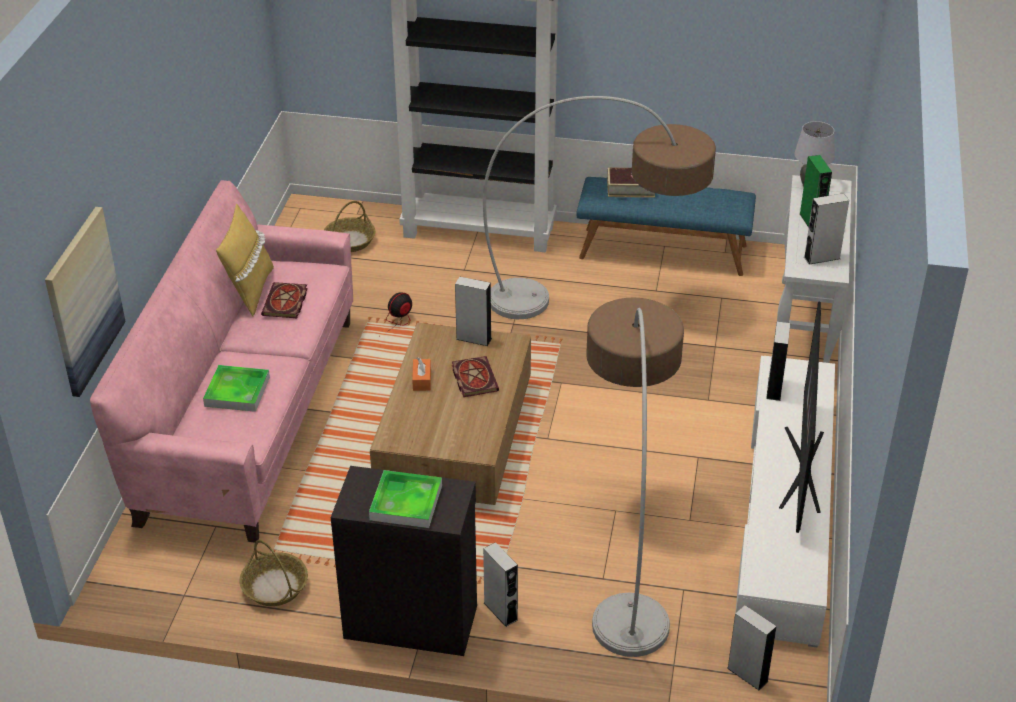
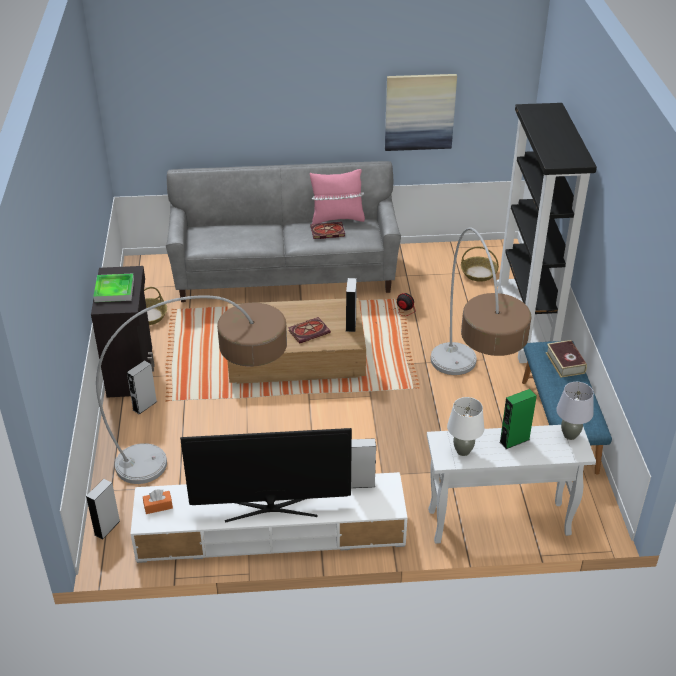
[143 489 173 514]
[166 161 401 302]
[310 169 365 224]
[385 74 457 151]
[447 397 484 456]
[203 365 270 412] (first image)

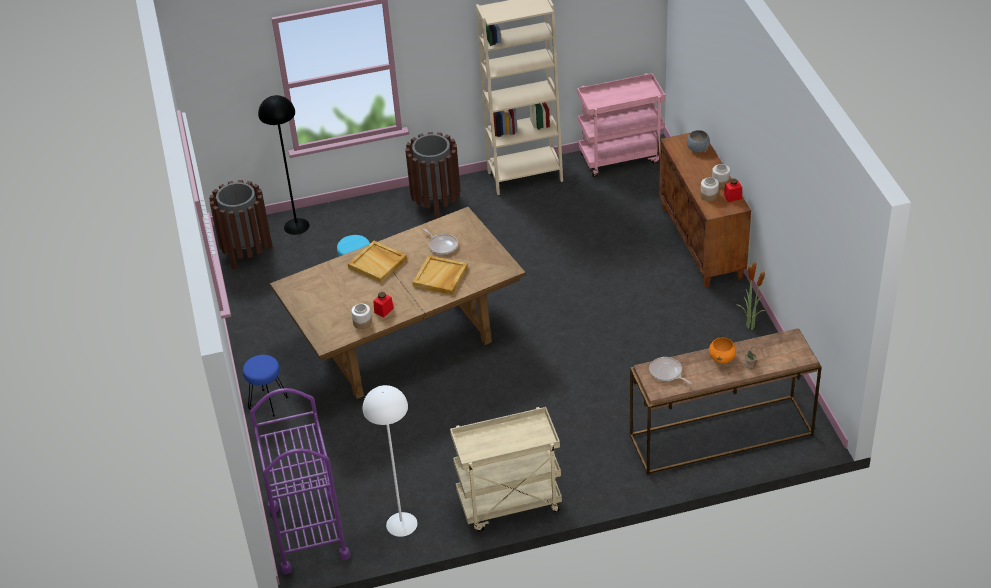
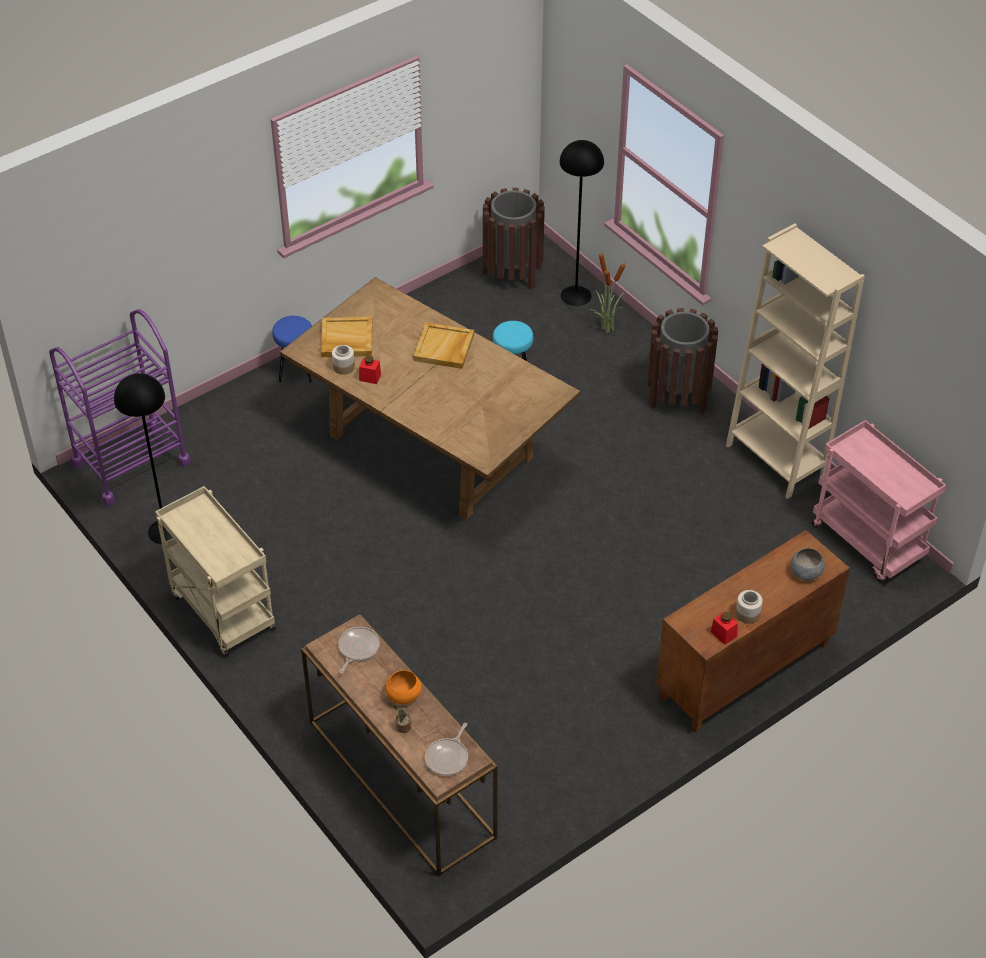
[114 373 173 544]
[321 317 372 357]
[425 723 468 776]
[590 252 626 333]
[700 177 719 201] (first image)

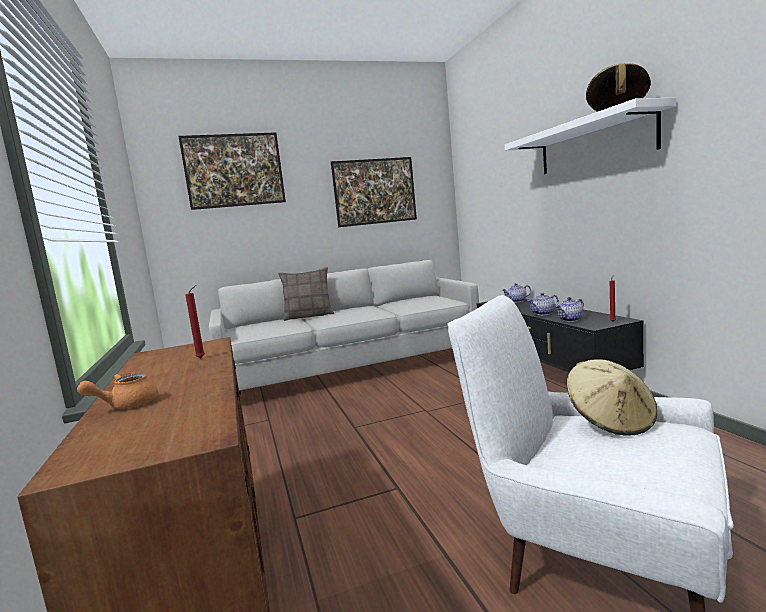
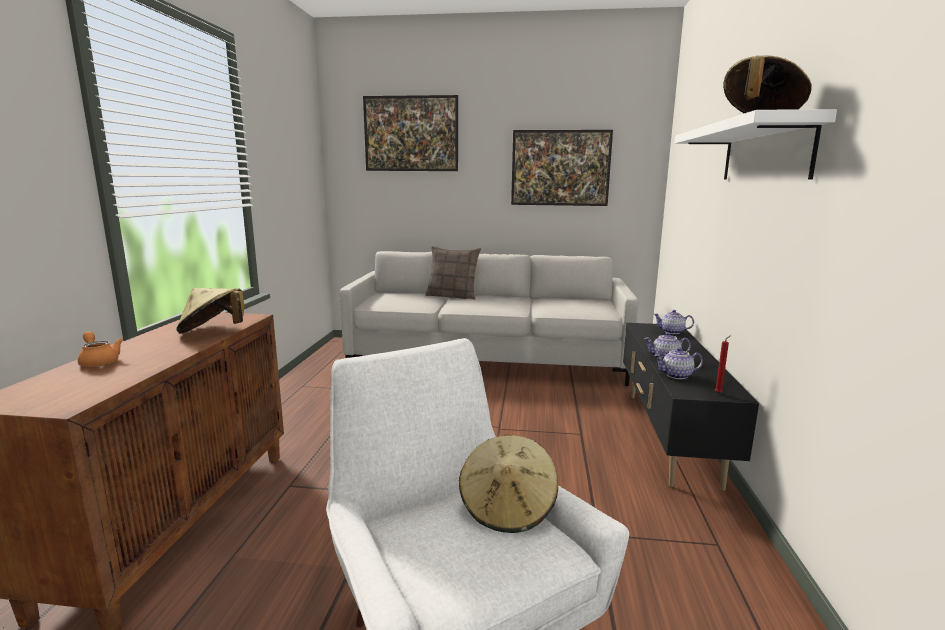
[78 331 123 367]
[176 288 244 333]

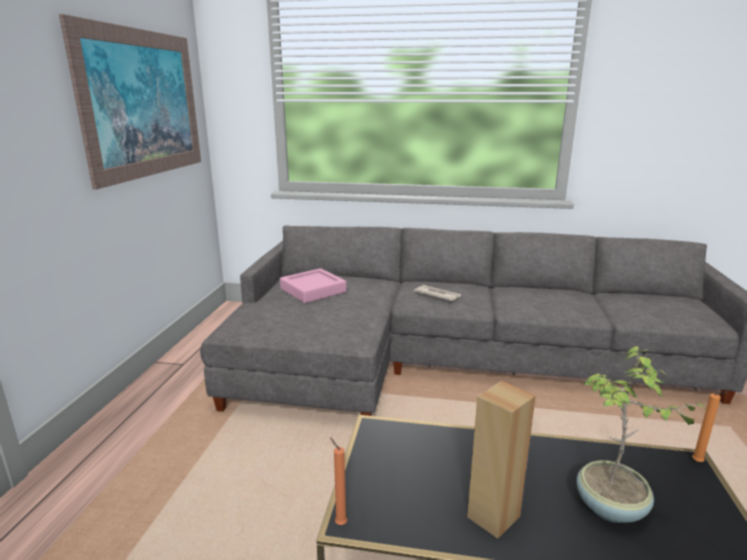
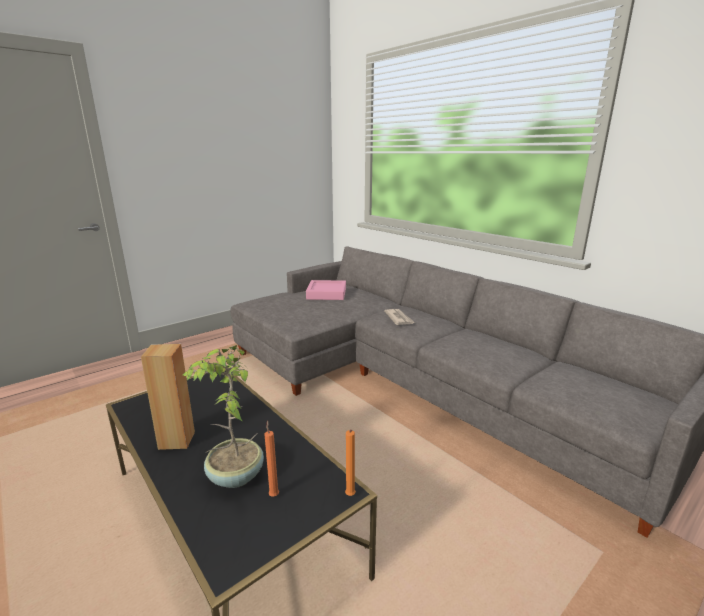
[264 421 279 497]
[59 14 201 190] (first image)

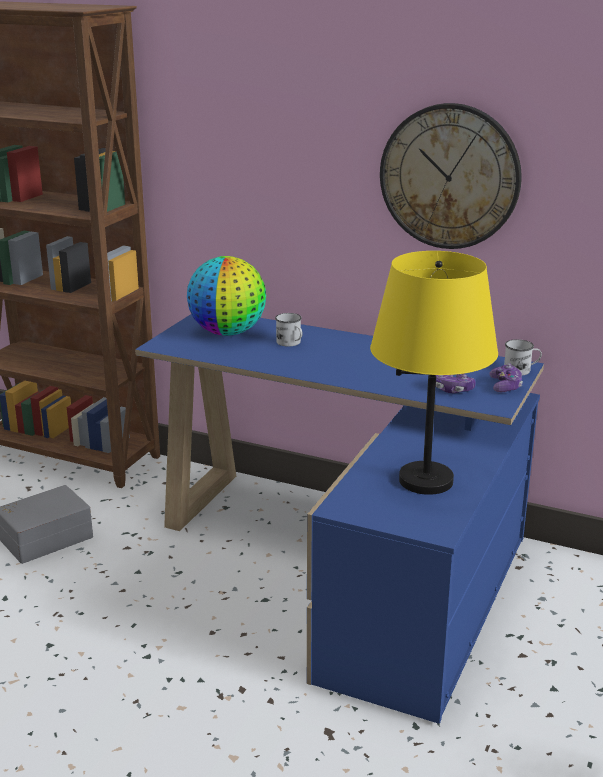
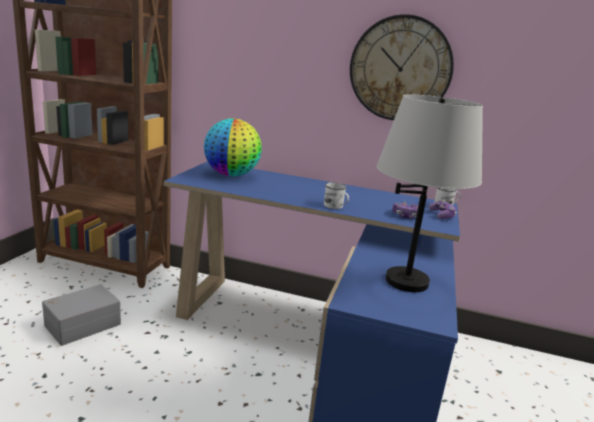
[324 183 349 209]
[377 95 483 292]

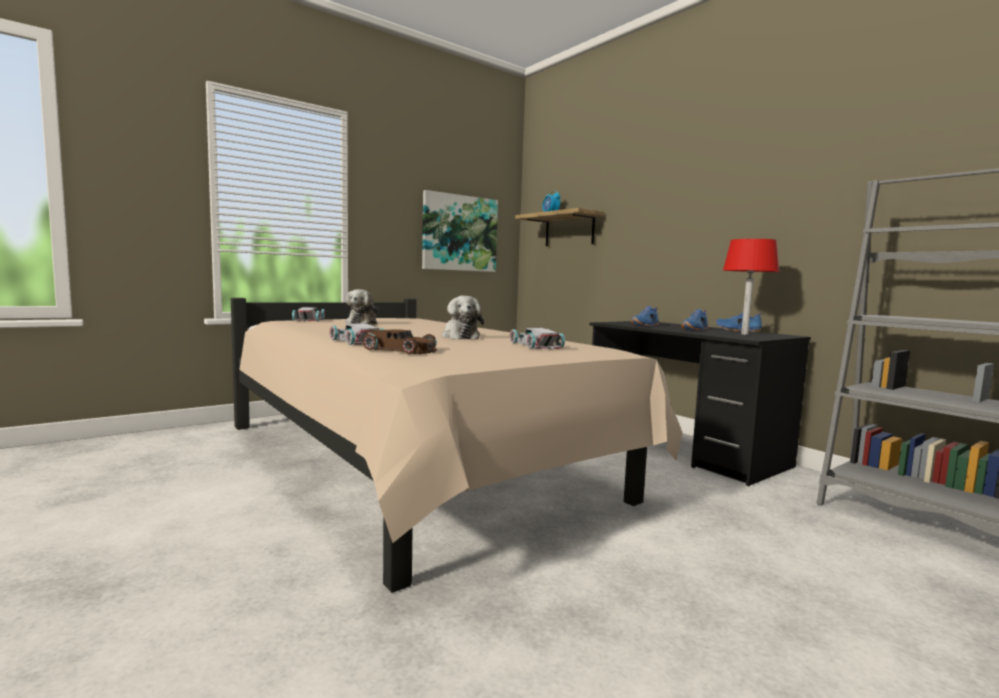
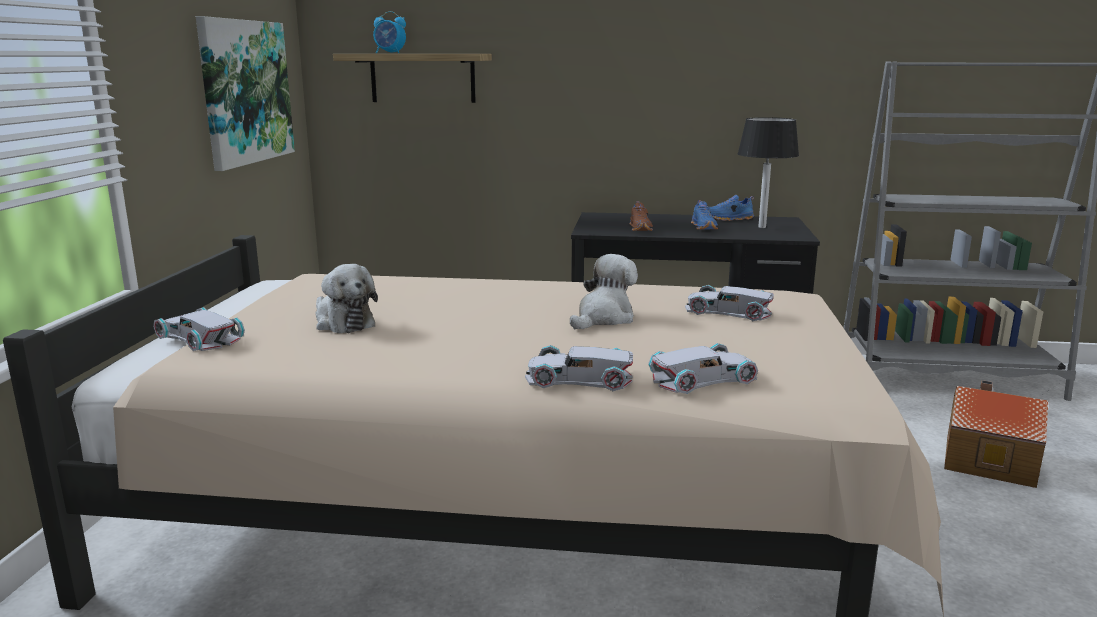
[570 254 638 329]
[629 201 653 231]
[648 343 758 394]
[738 117 799 228]
[944 380 1048 488]

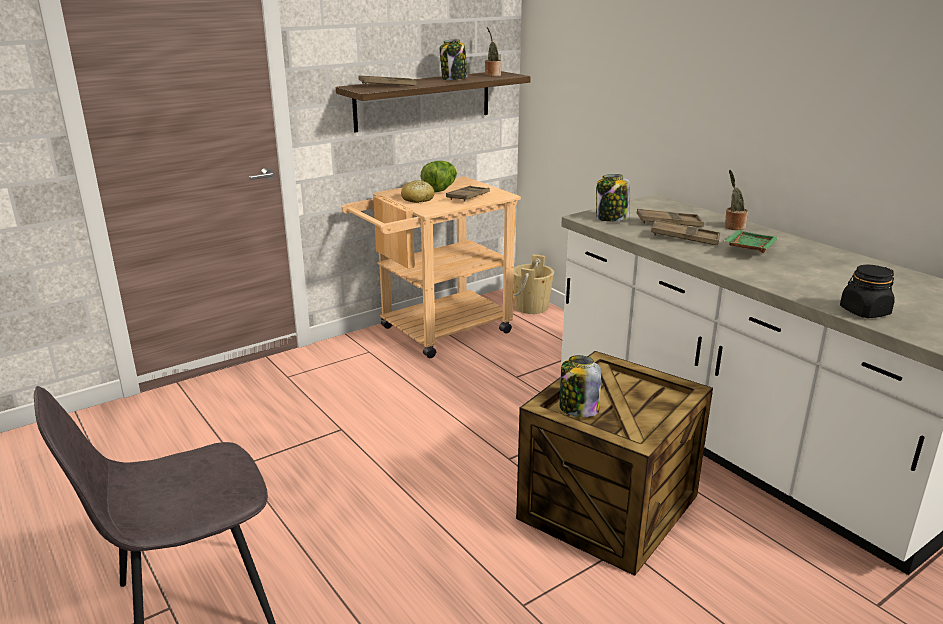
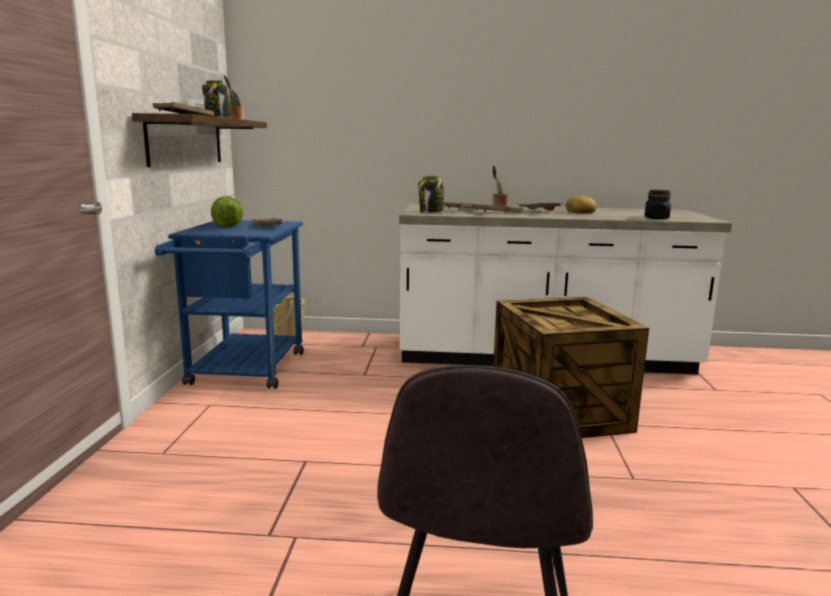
[155 220 304 389]
[565 195 597 213]
[560 355 601 417] (first image)

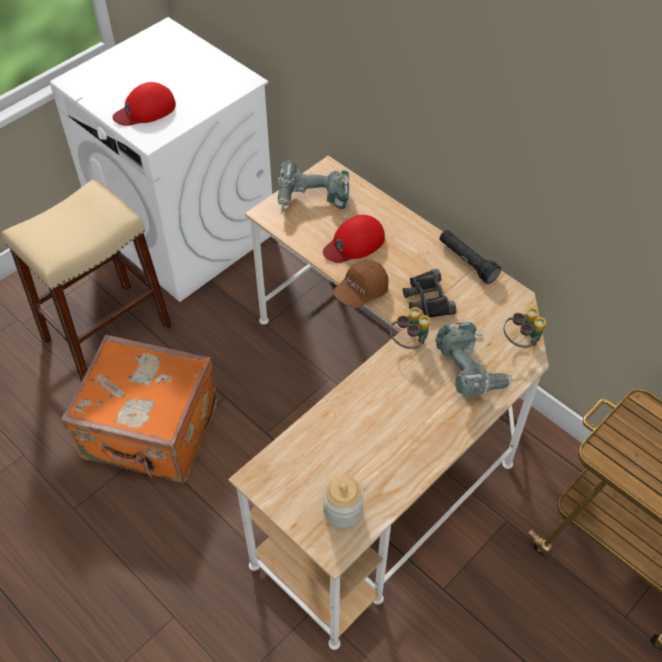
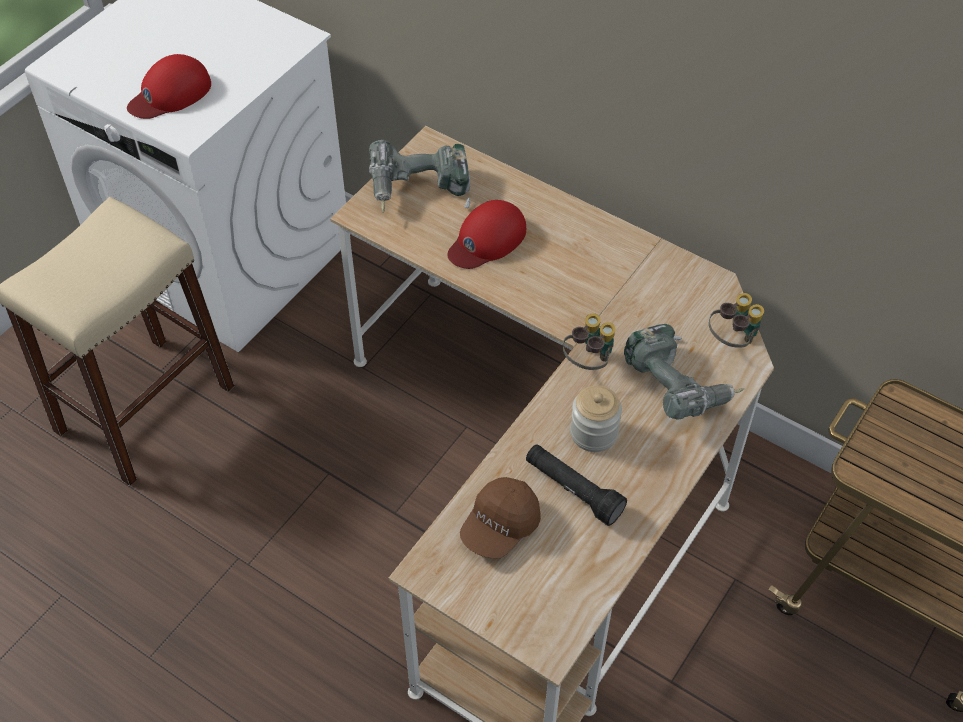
[460 477 541 559]
[526 444 627 526]
[570 385 622 452]
[61 335 218 483] (first image)
[403 269 457 317] (first image)

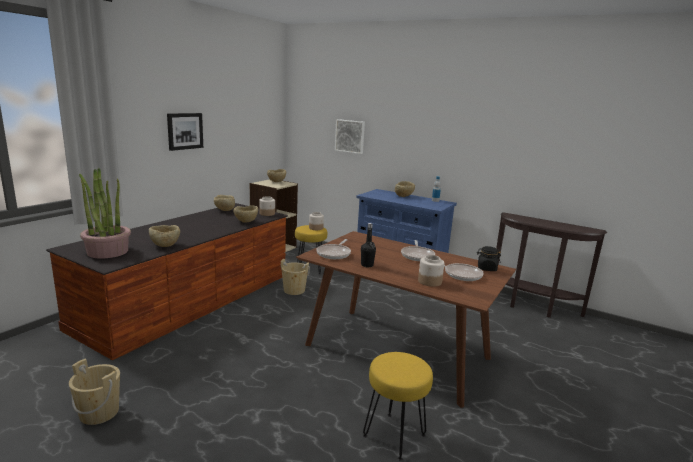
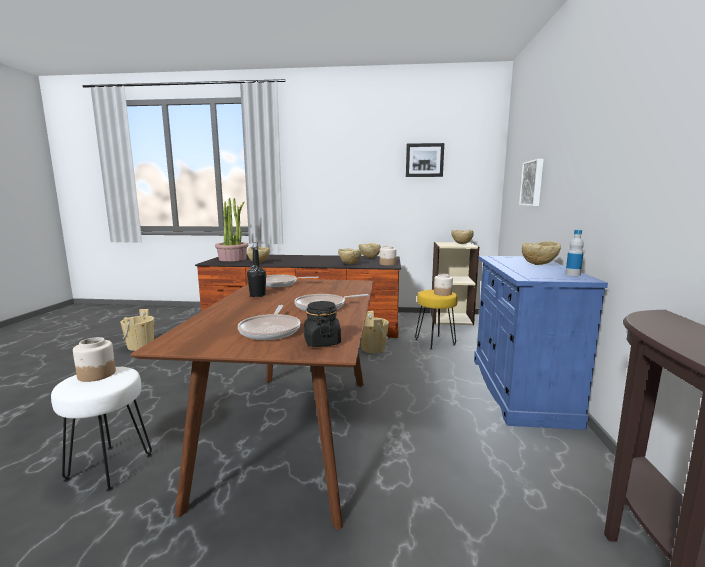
[51 367 152 491]
[73 337 116 382]
[406 143 444 177]

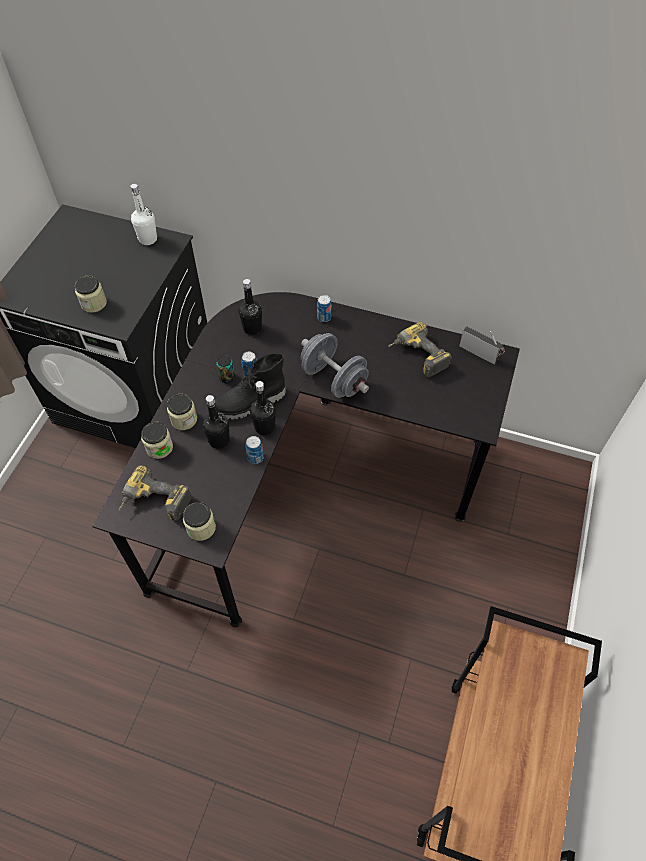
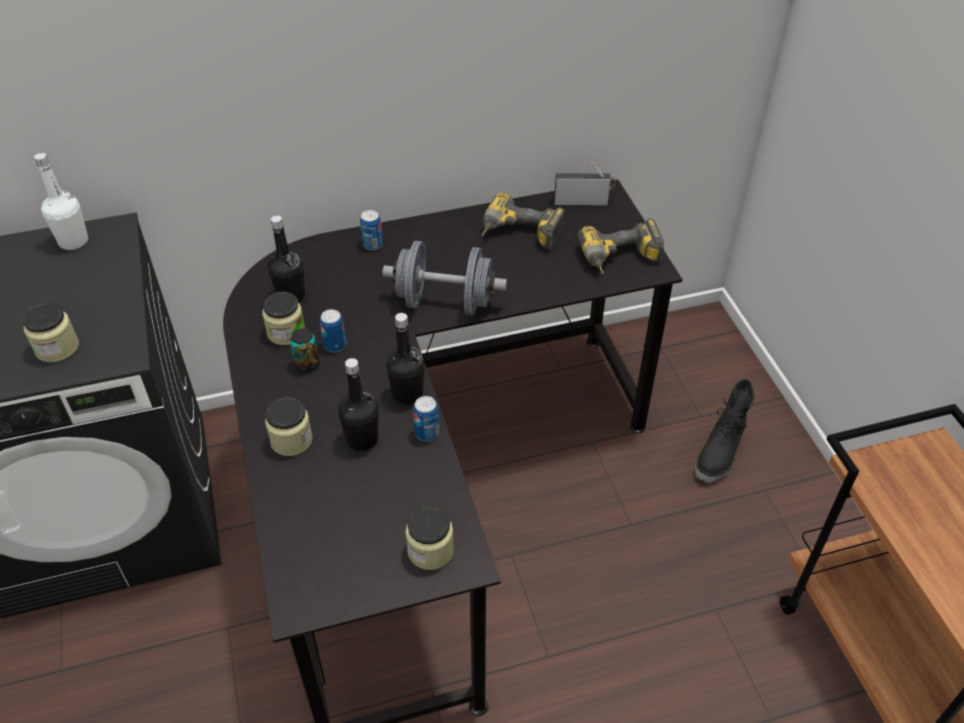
[262 292 305 345]
[578 218 664 274]
[695 379 754 483]

